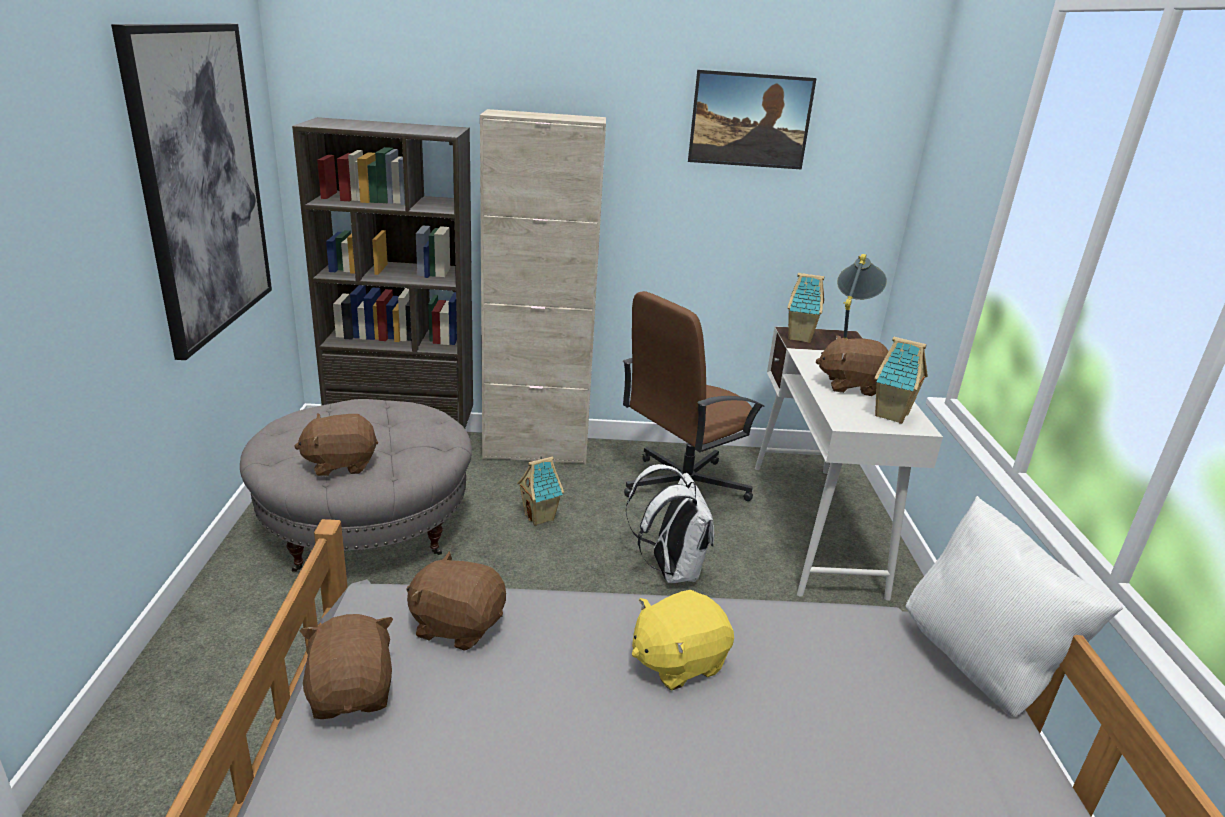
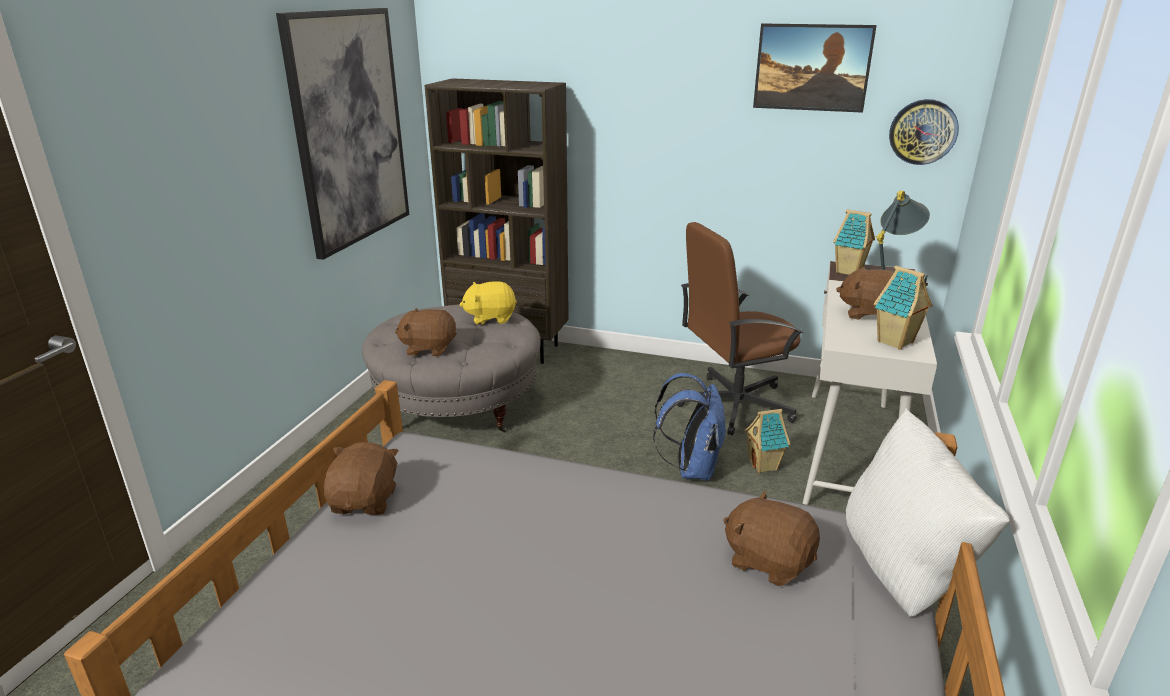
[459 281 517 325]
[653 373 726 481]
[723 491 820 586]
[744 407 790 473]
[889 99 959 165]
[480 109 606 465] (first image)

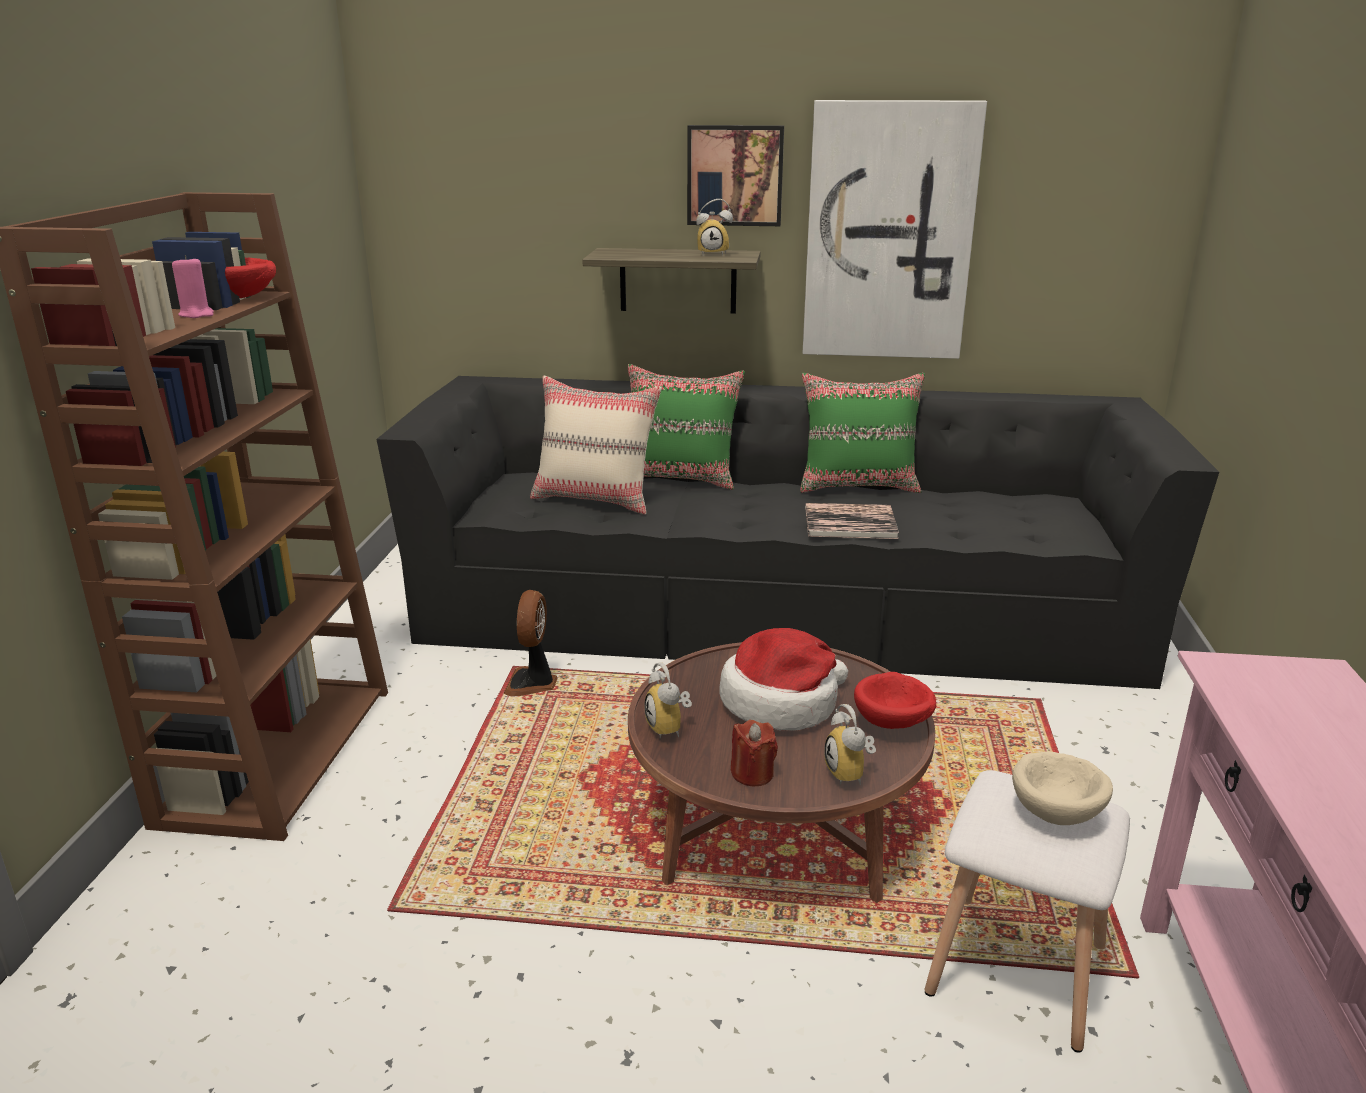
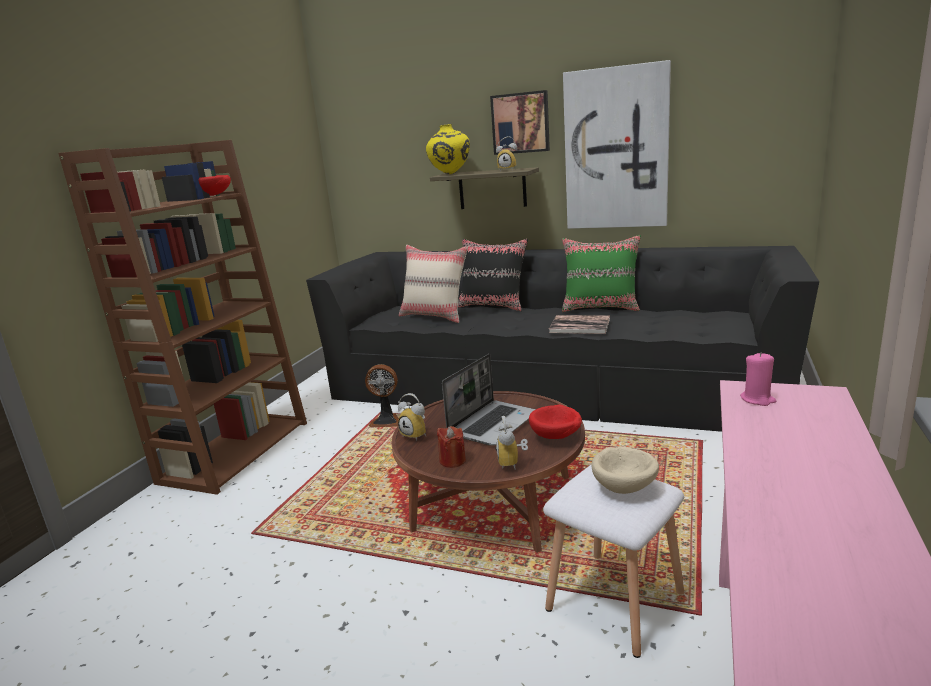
[365 364 399 428]
[398 393 426 441]
[426 124 470 174]
[442 354 536 446]
[458 239 528 311]
[740 352 776 406]

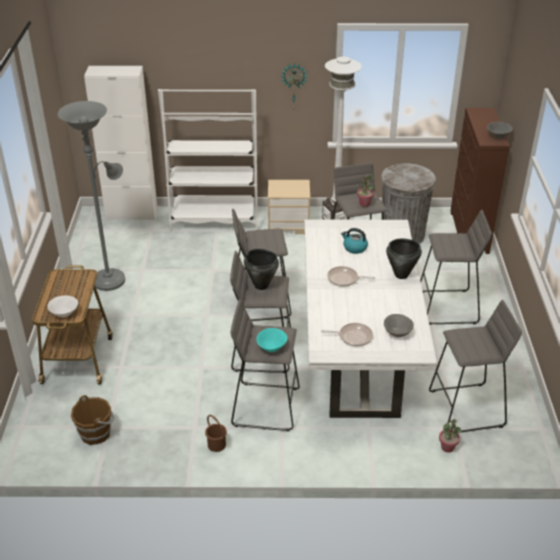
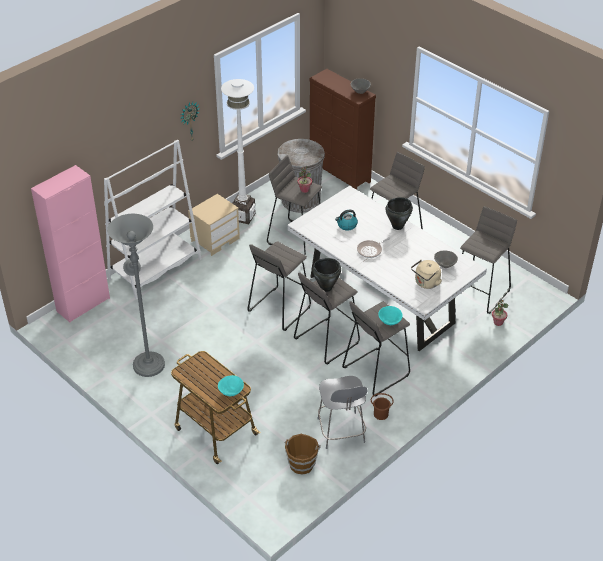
[31 165 110 322]
[218 375 244 396]
[318 376 368 449]
[411 260 442 289]

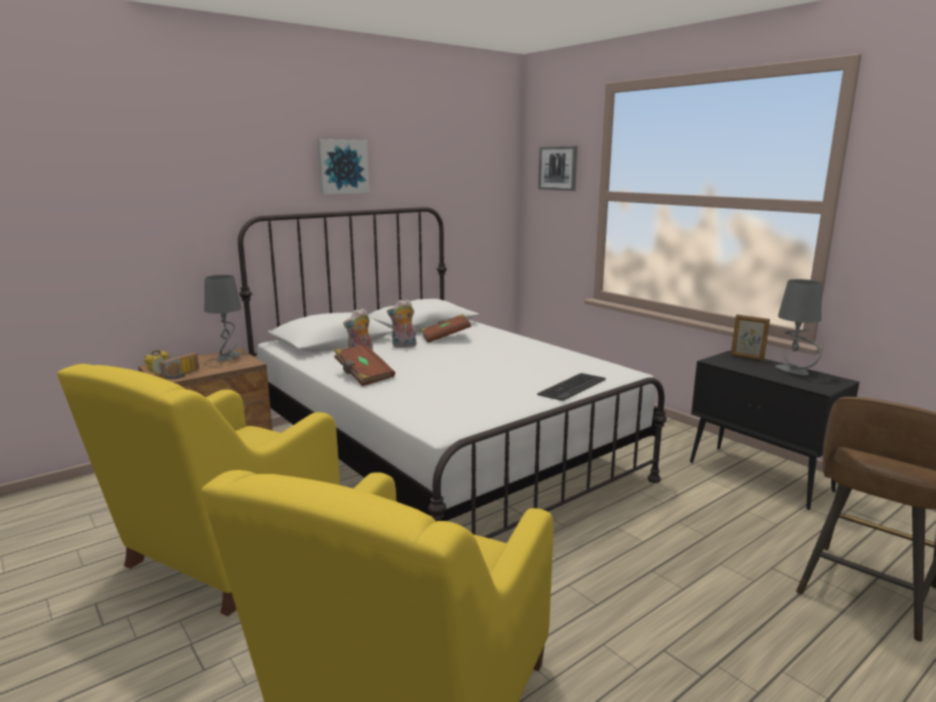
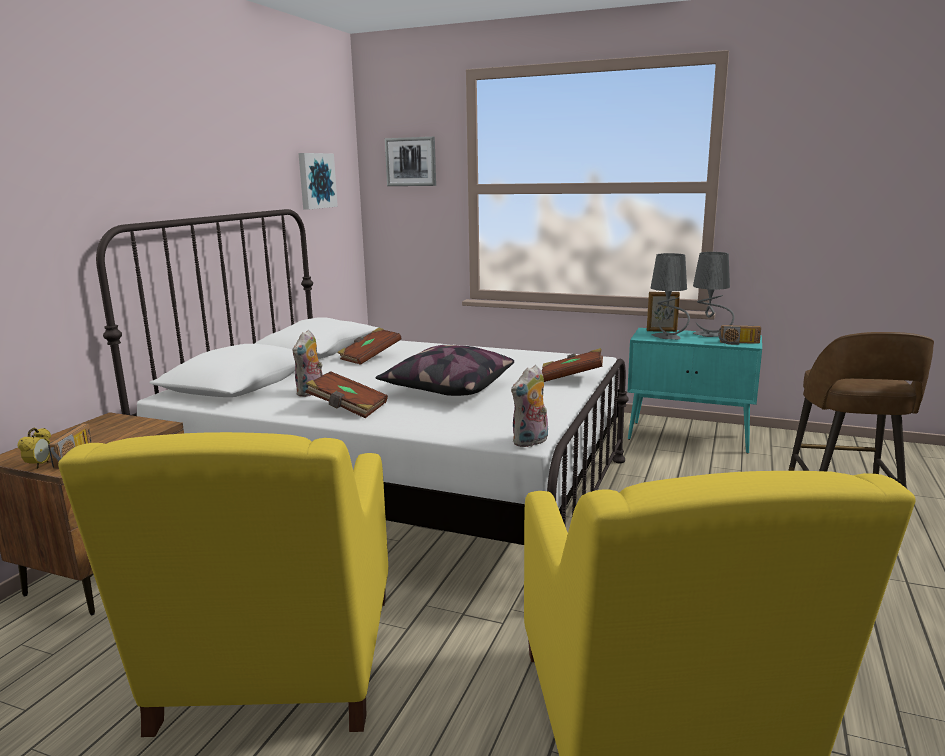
[298 153 338 210]
[376 345 514 396]
[511 365 548 447]
[542 348 603 382]
[628 328 762 454]
[651 253 690 340]
[718 325 761 345]

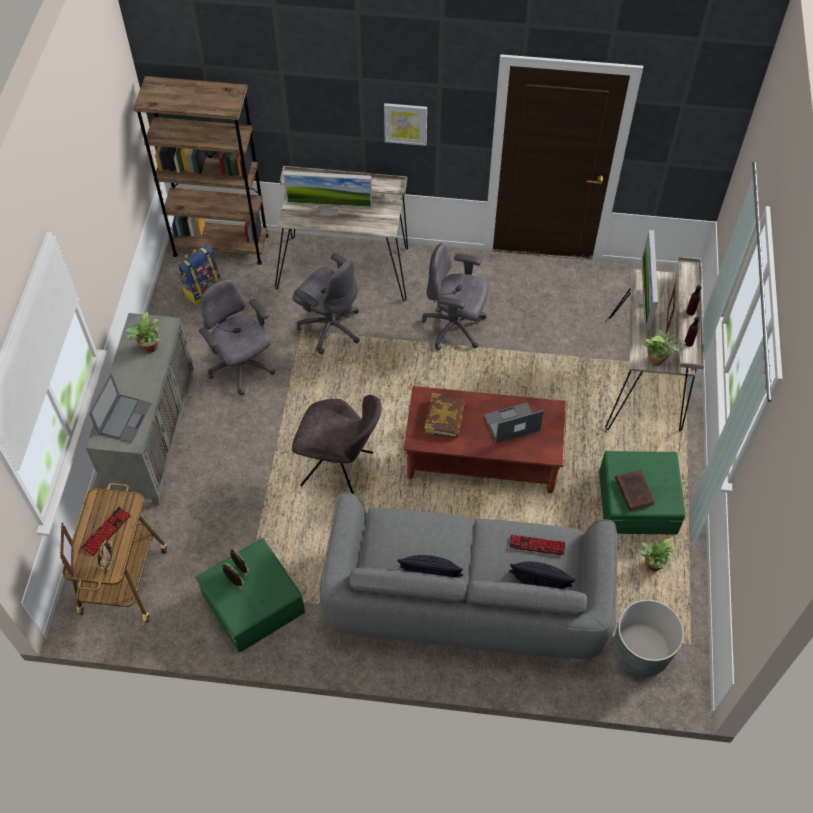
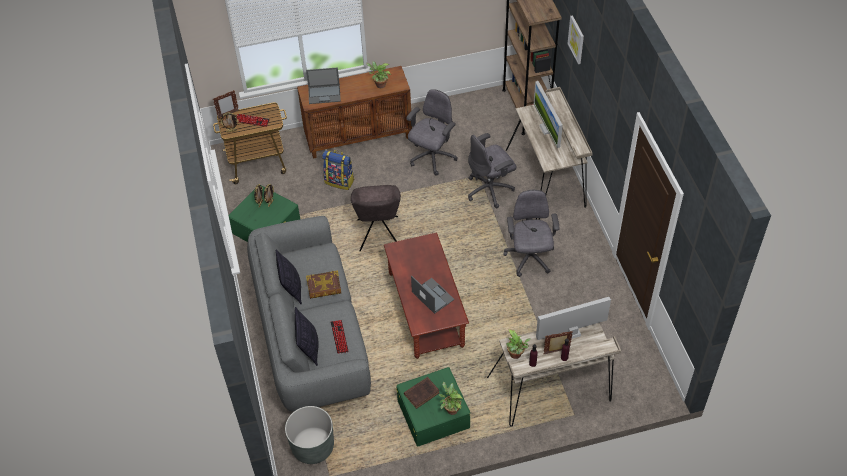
[297 66 412 159]
[306 270 341 299]
[322 150 354 190]
[439 381 463 415]
[468 133 516 208]
[567 15 584 64]

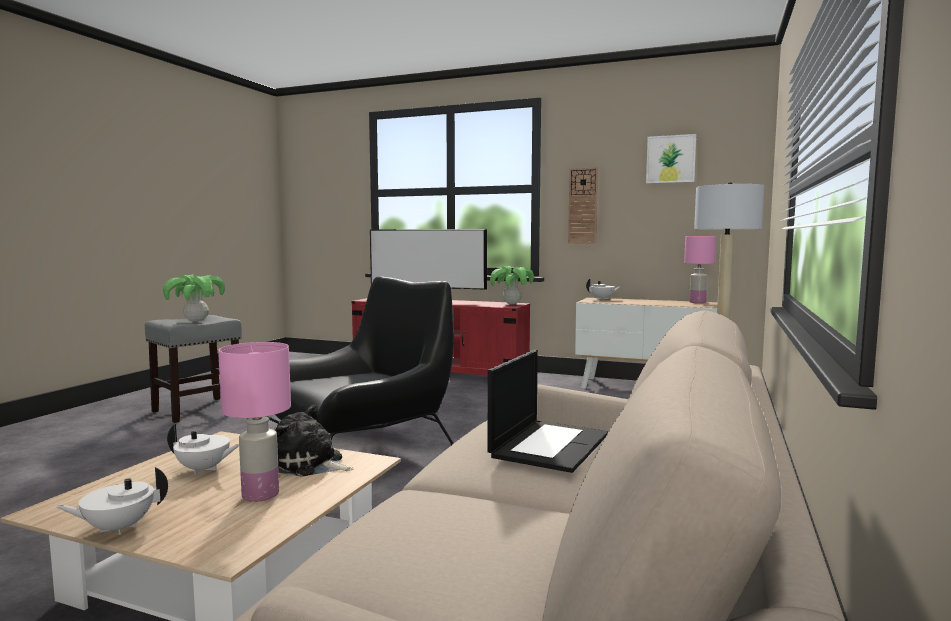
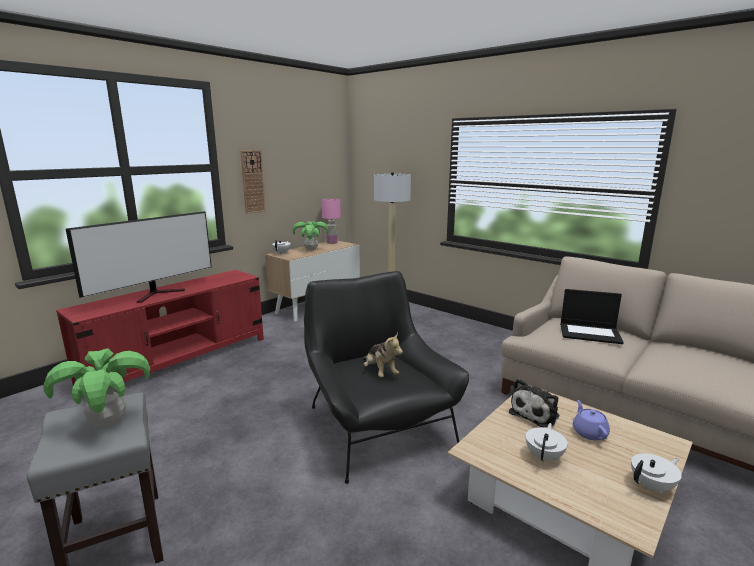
[292 221 329 250]
[362 333 403 377]
[560 289 624 344]
[573 400 610 440]
[631 453 682 494]
[646 134 696 184] (first image)

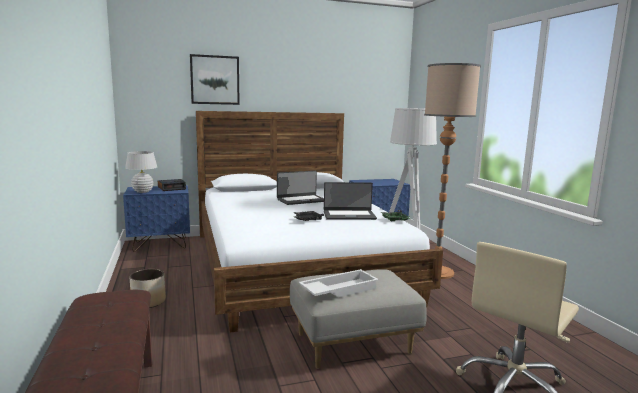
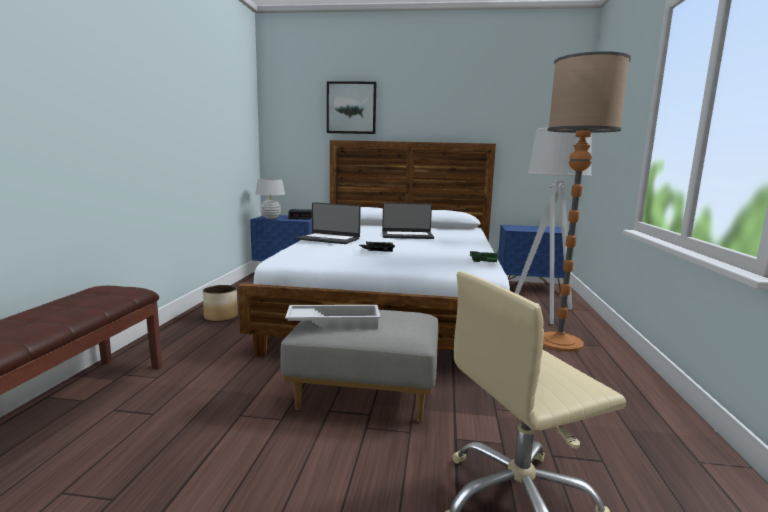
[296 202 361 244]

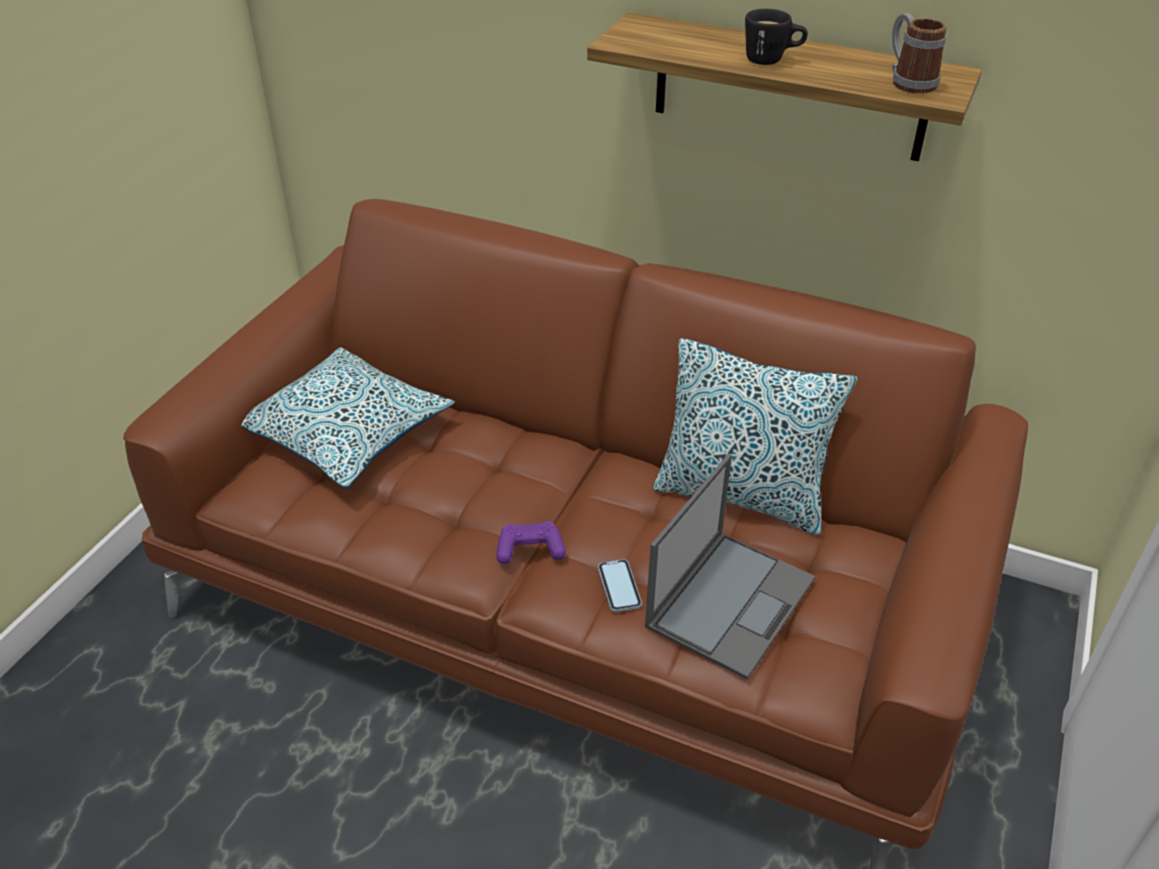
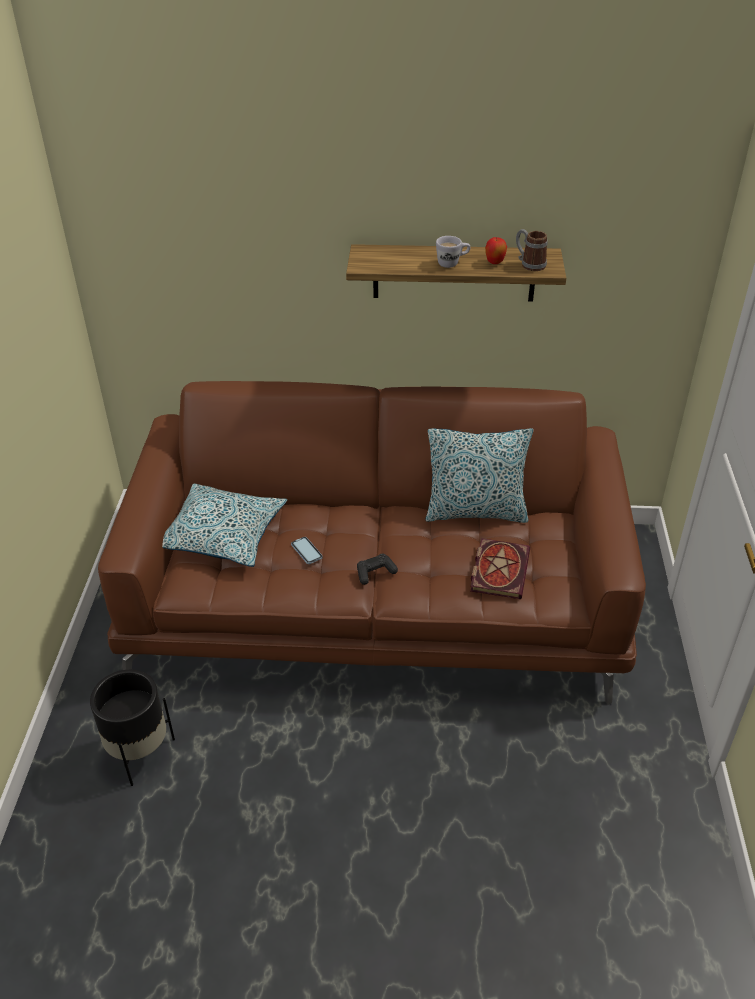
[90 670 175 786]
[291 537 323 564]
[357 554 398 585]
[436 236 470 268]
[470 538 530 599]
[485 237 507 264]

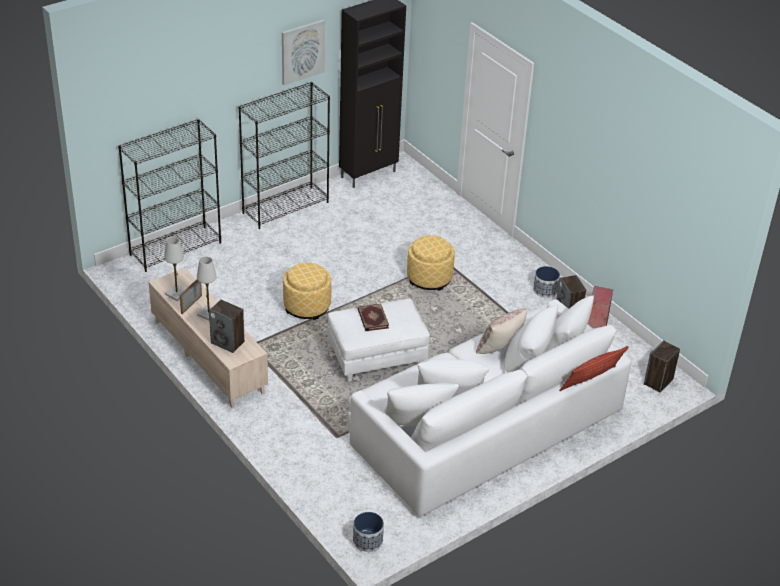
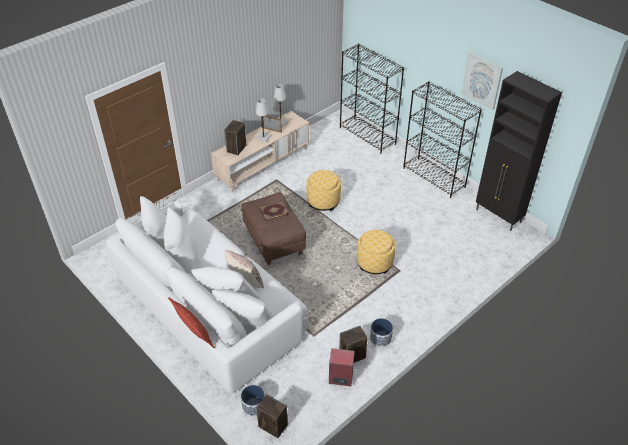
[241 192 306 265]
[241 385 265 417]

